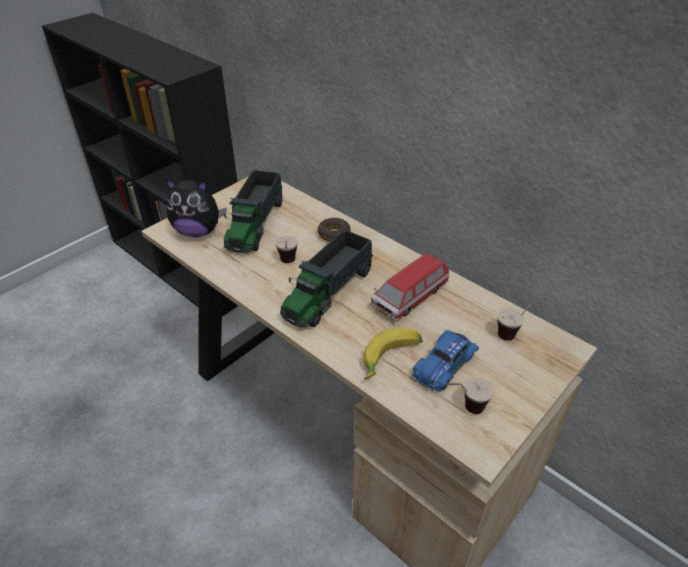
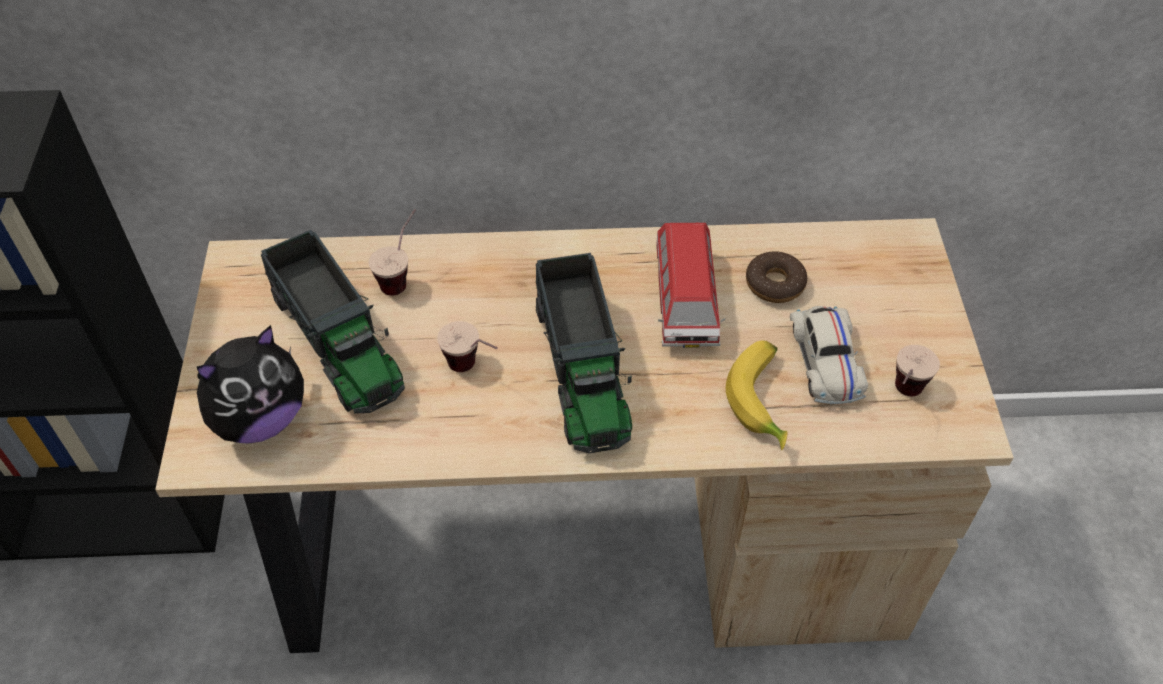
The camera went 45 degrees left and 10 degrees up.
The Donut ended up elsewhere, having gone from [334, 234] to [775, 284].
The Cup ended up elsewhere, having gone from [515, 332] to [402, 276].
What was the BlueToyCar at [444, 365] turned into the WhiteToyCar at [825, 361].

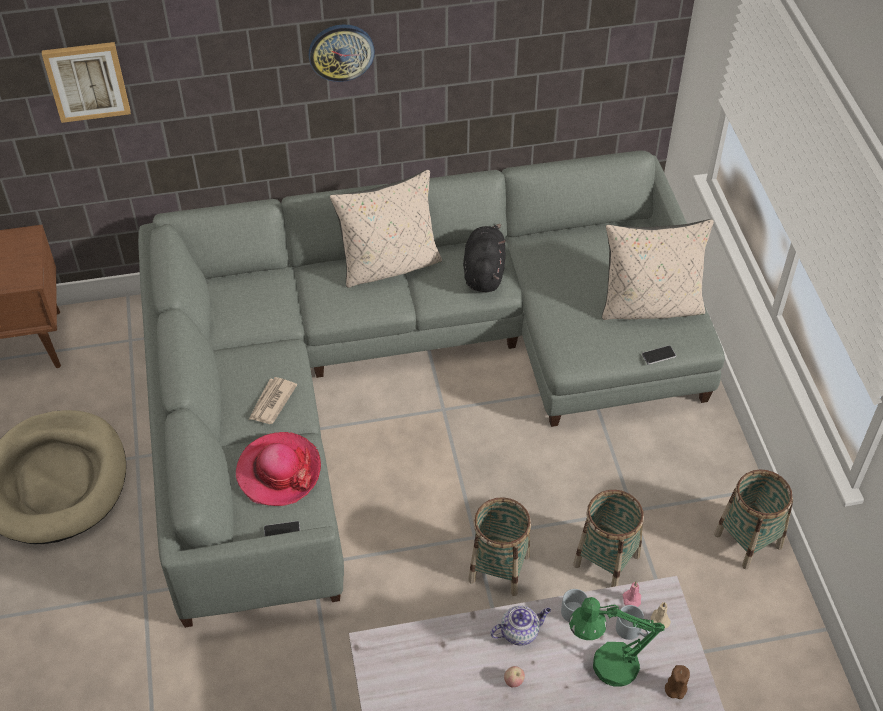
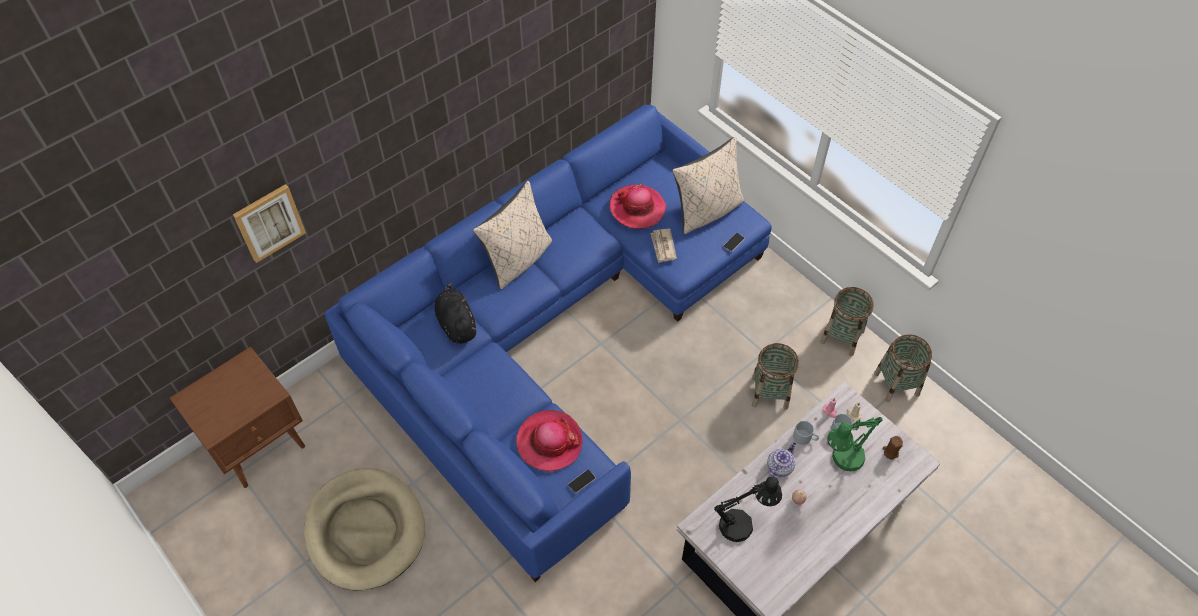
The camera went 30 degrees left and 5 degrees up.
The second view lost the WallClock at [341, 52].
What was the GreySofa at [401, 370] turned into the BlueSofa at [554, 330].
The BlackPlushToy ended up elsewhere, having gone from [484, 271] to [456, 324].
The Newspaper ended up elsewhere, having gone from [271, 402] to [663, 247].
The Basket ended up elsewhere, having gone from [499, 568] to [896, 384].
The second view gained the Hat at [637, 208].
The second view gained the BlackTableLamp at [743, 524].

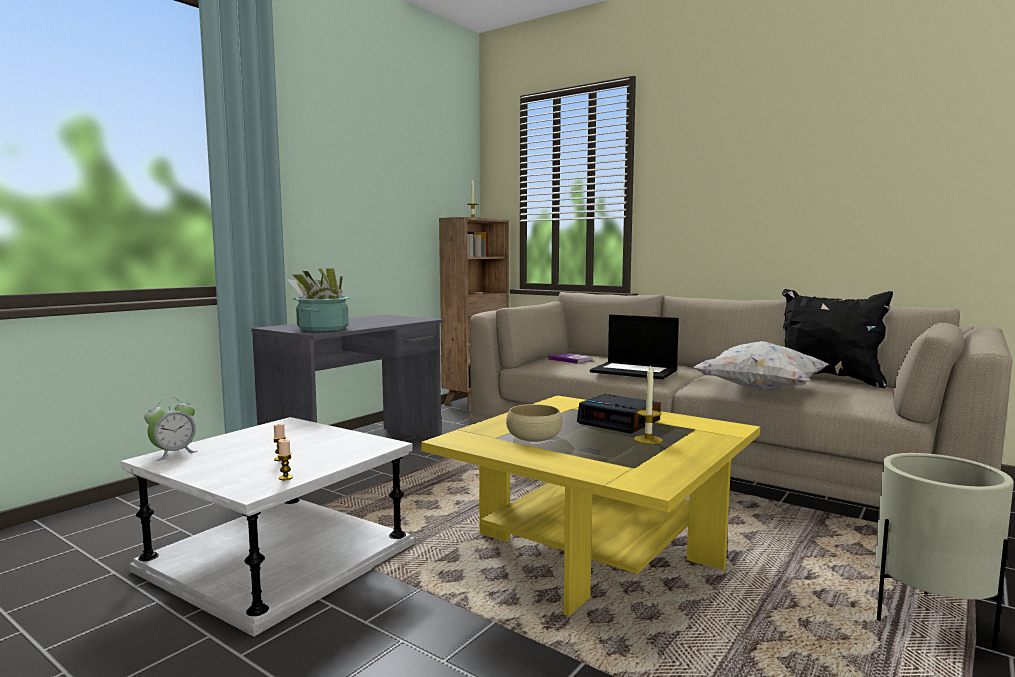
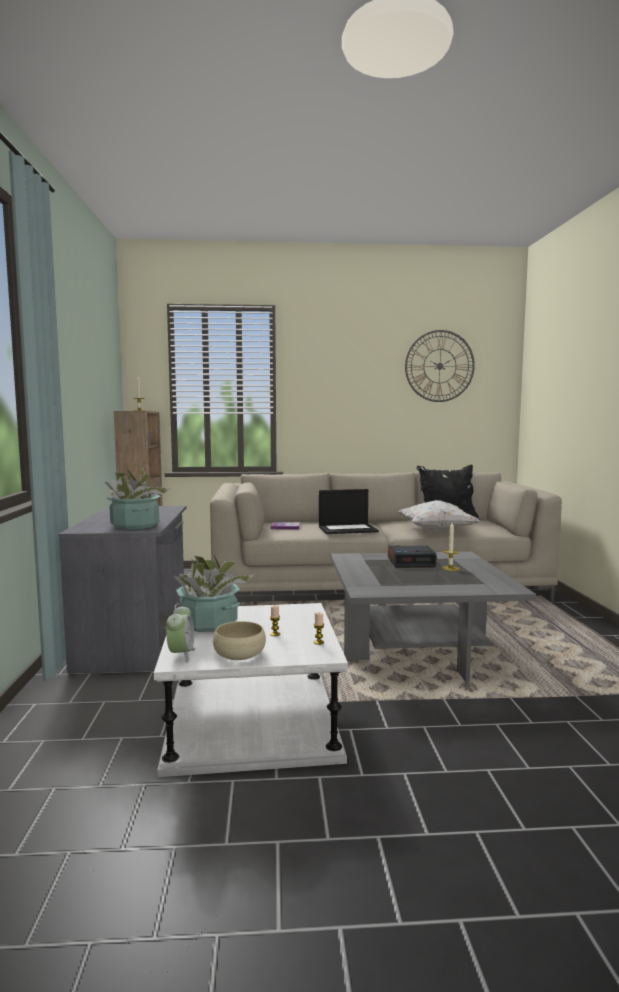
The camera went 40 degrees left and 0 degrees up.
What was the YellowCoffeeTable at [595, 551] turned into the GreyCoffeeTable at [418, 648].
The BeigeBowl ended up elsewhere, having gone from [533, 437] to [239, 654].
The second view lost the BeigePlanter at [931, 620].
The second view gained the WallClock at [439, 366].
The second view gained the PottedPlant at [208, 623].

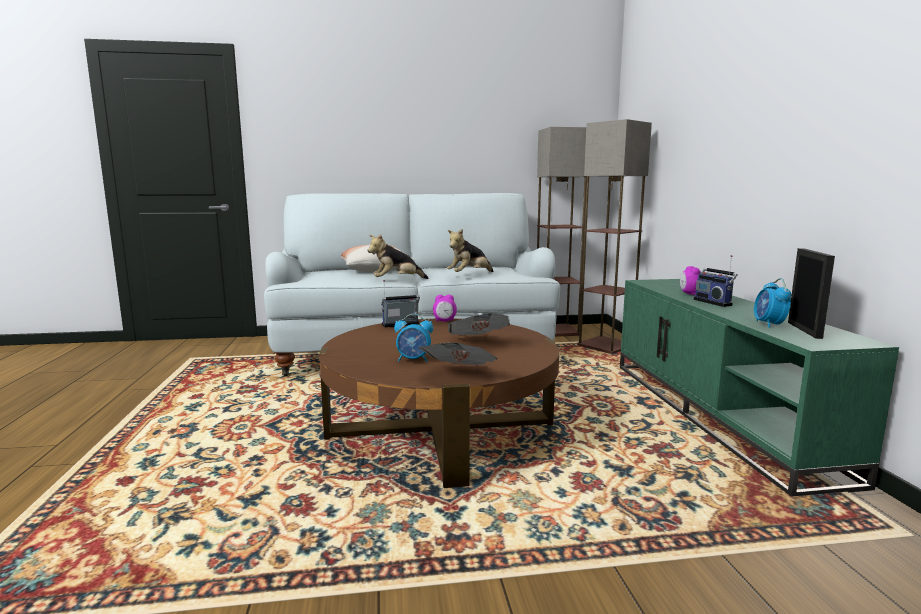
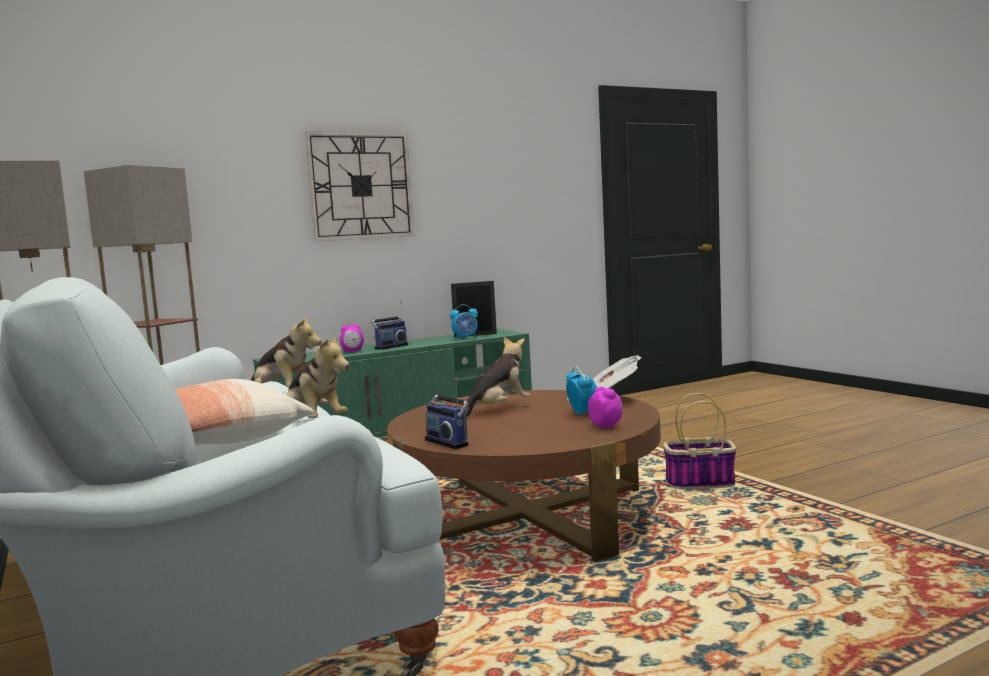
The camera went 110 degrees left and 5 degrees down.
The AlarmClock ended up elsewhere, having gone from [444, 321] to [606, 426].
Where the Newspaper stood at [478, 343], the PlushToy came to stand at [498, 409].
The second view gained the WallClock at [360, 186].
The second view gained the Basket at [699, 483].

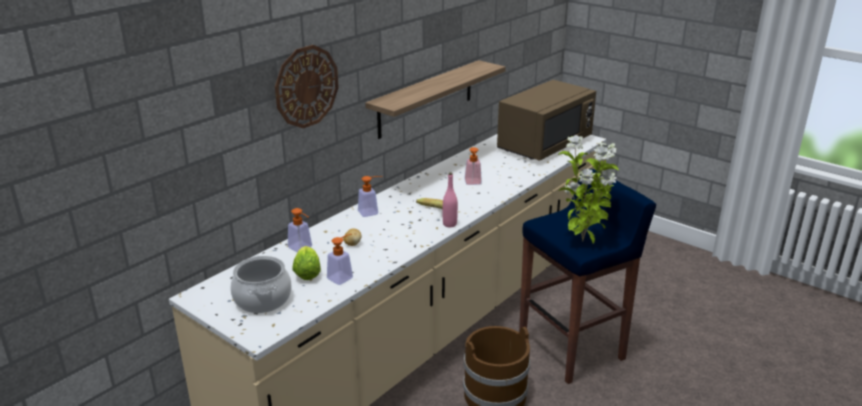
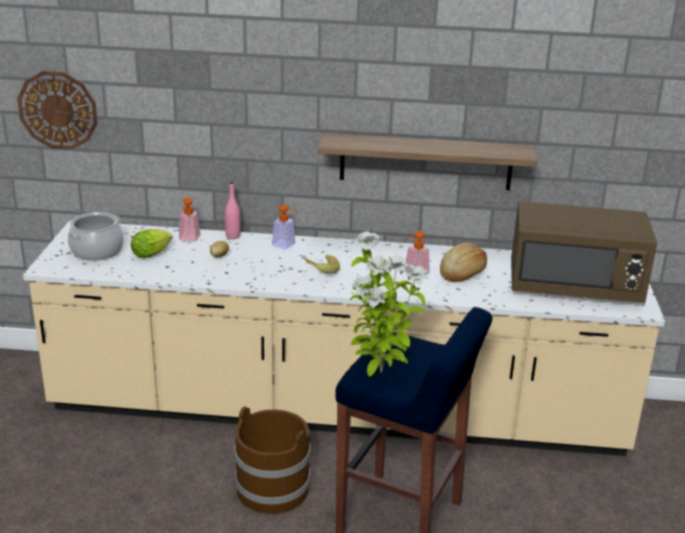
The camera went 55 degrees right and 0 degrees up.
The WallClock ended up elsewhere, having gone from [306, 86] to [58, 110].
The PinkBottle ended up elsewhere, having gone from [449, 224] to [233, 236].
The second view lost the SoapDispenser at [343, 277].
The second view gained the Bread at [462, 273].

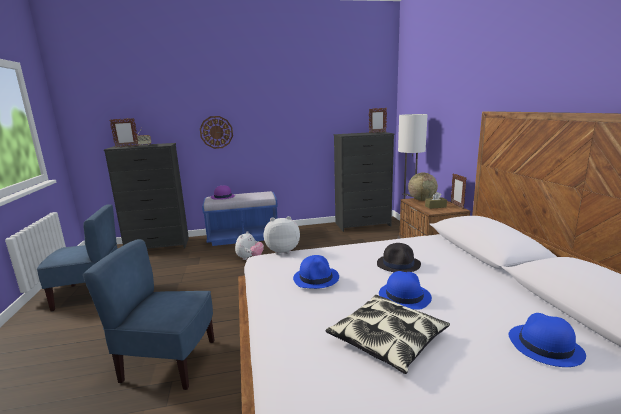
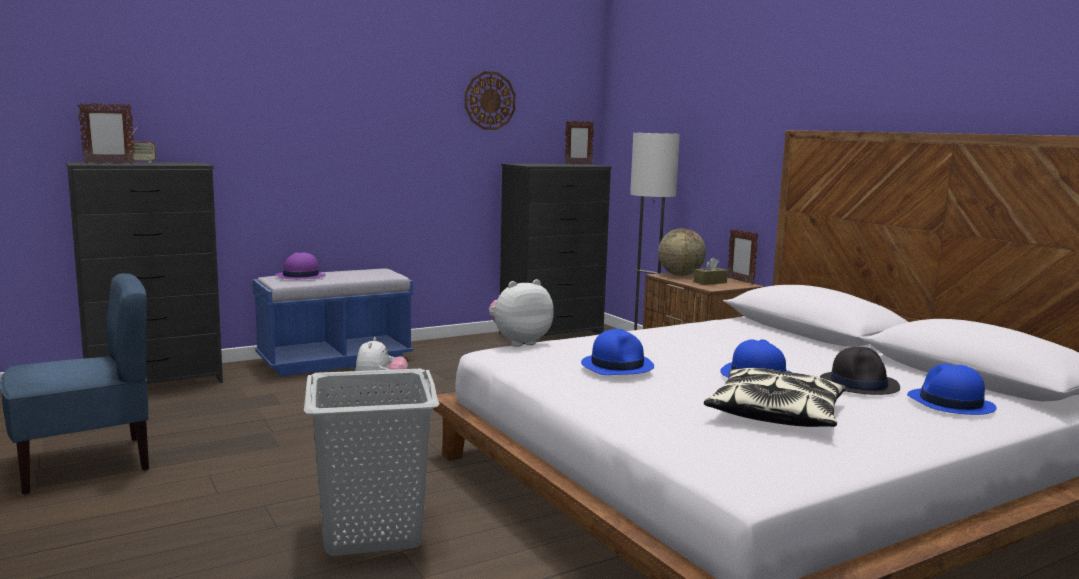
The camera went 20 degrees left and 5 degrees down.
The WallClock ended up elsewhere, having gone from [216, 132] to [489, 100].
Where the BlueChair stood at [168, 362], the GreyLaundryBasket came to stand at [371, 531].
The BlackHat ended up elsewhere, having gone from [398, 264] to [859, 384].

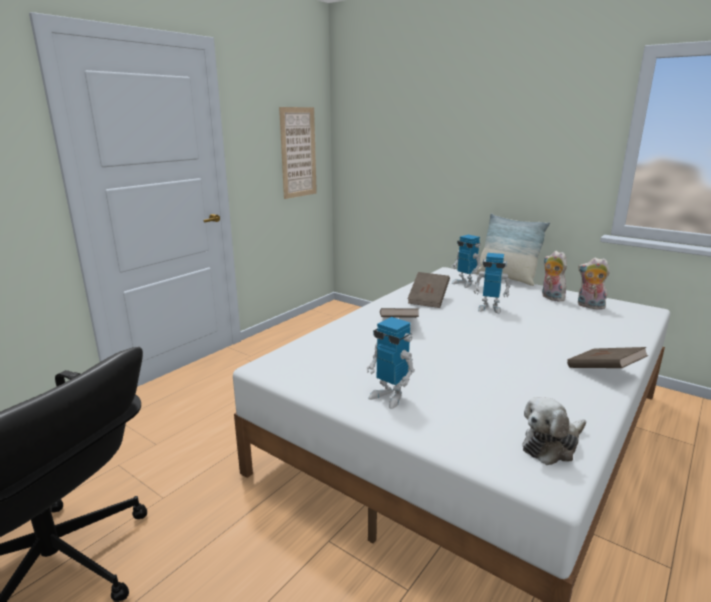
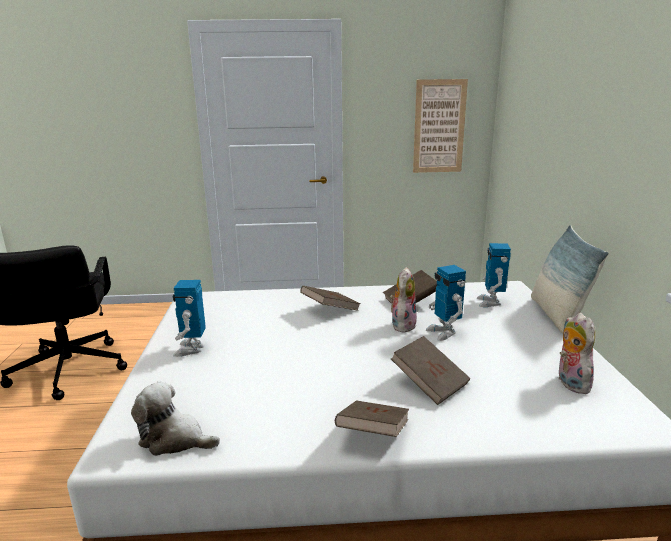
The camera went 50 degrees right and 0 degrees up.
The PlushToy ended up elsewhere, having gone from [550, 297] to [402, 324].
The second view gained the BrownBook at [429, 383].

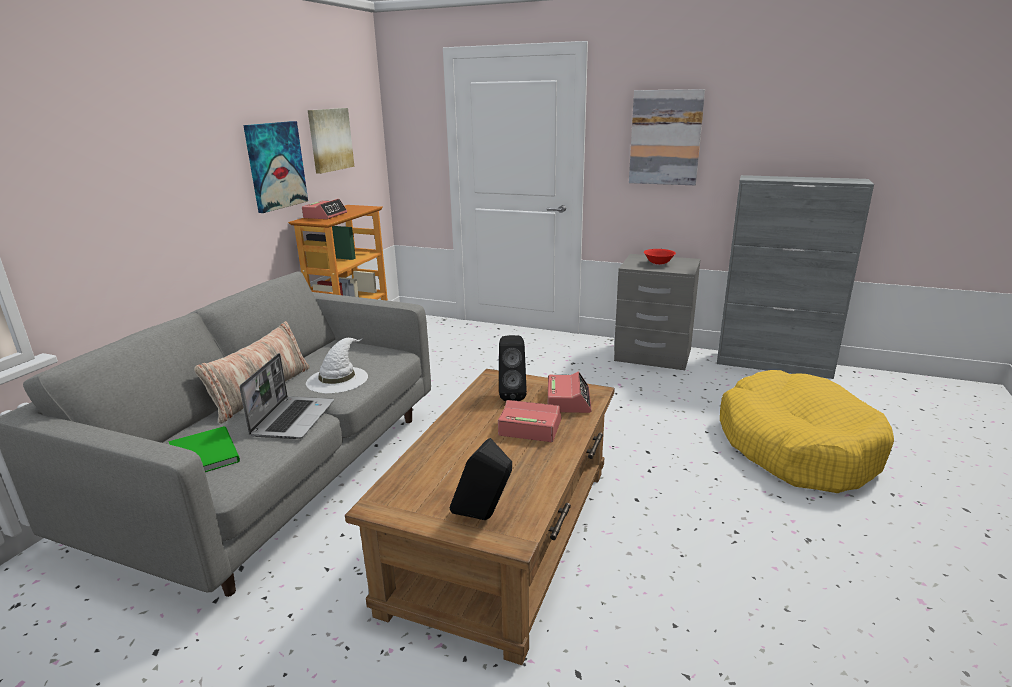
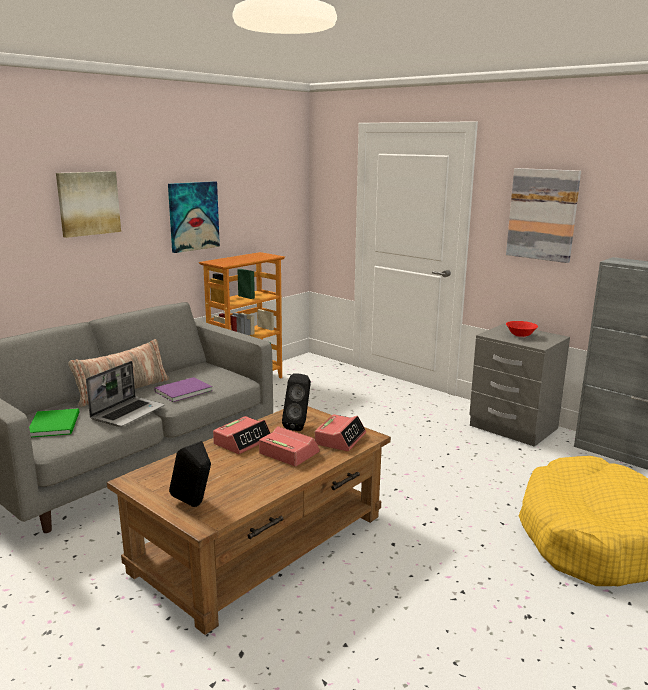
The camera went 20 degrees right and 5 degrees down.
The Picture ended up elsewhere, having gone from [330, 140] to [88, 203].
The AlarmClock ended up elsewhere, having gone from [325, 215] to [242, 441].
Where the WhiteHat stood at [337, 379], the PurpleBook came to stand at [181, 391].

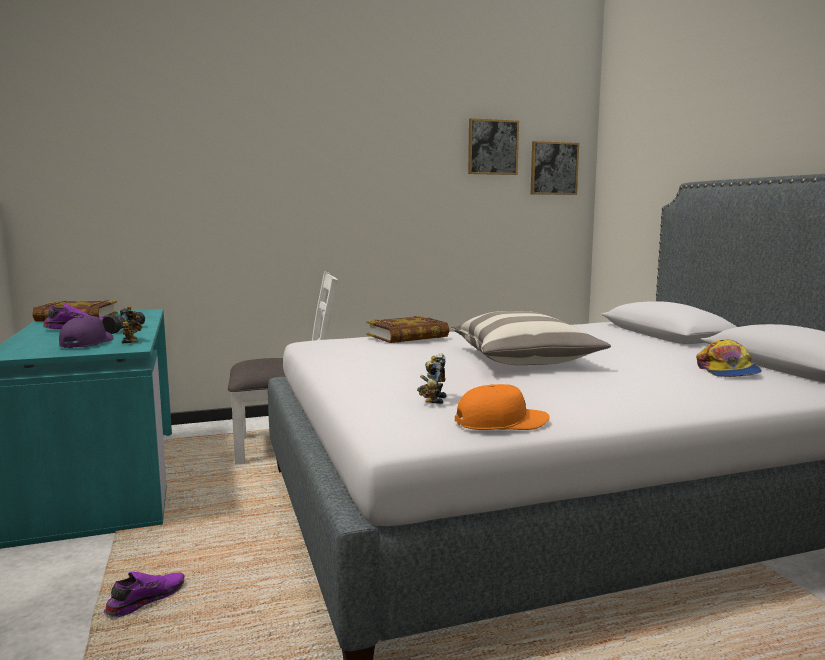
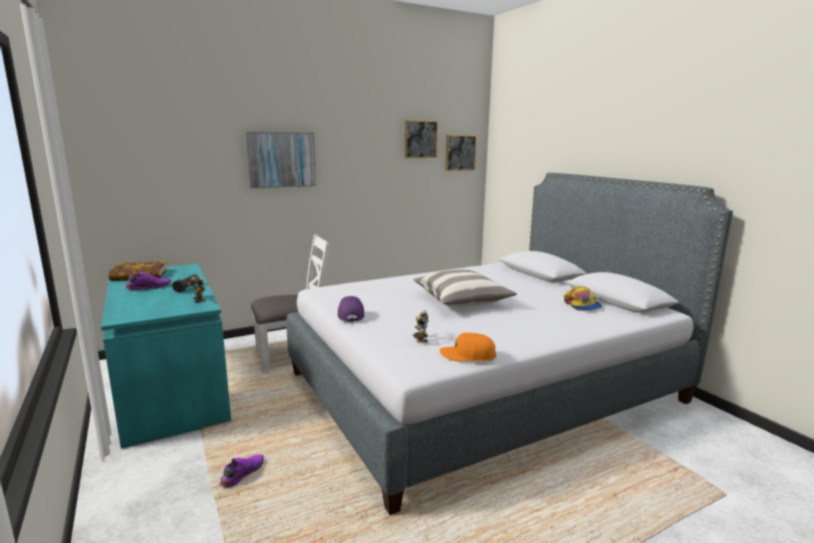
The camera went 10 degrees left and 5 degrees up.
The PurpleCap ended up elsewhere, having gone from [87, 343] to [350, 315].
The second view lost the Book at [408, 336].
The OrangeCap at [501, 423] ended up facing another way, 150 degrees counterclockwise from before.
The second view gained the Picture at [281, 159].

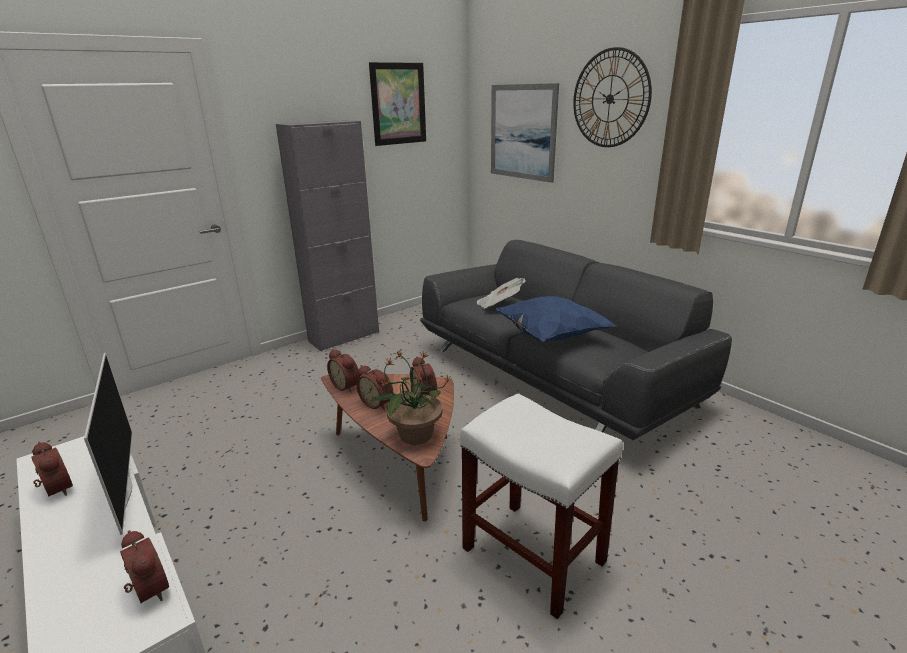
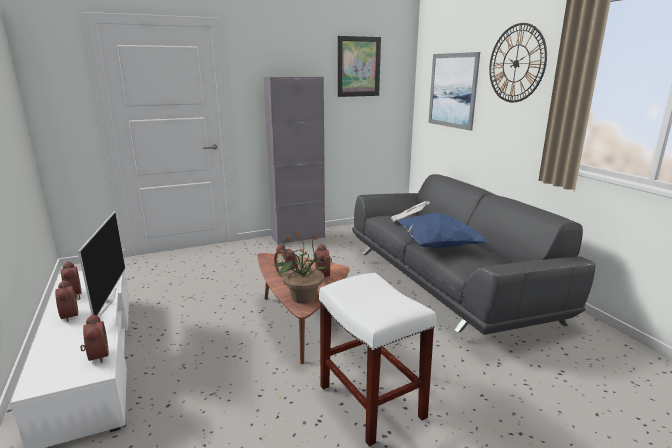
The camera went 15 degrees right and 5 degrees down.
The AlarmClock ended up elsewhere, having gone from [347, 385] to [72, 315].

